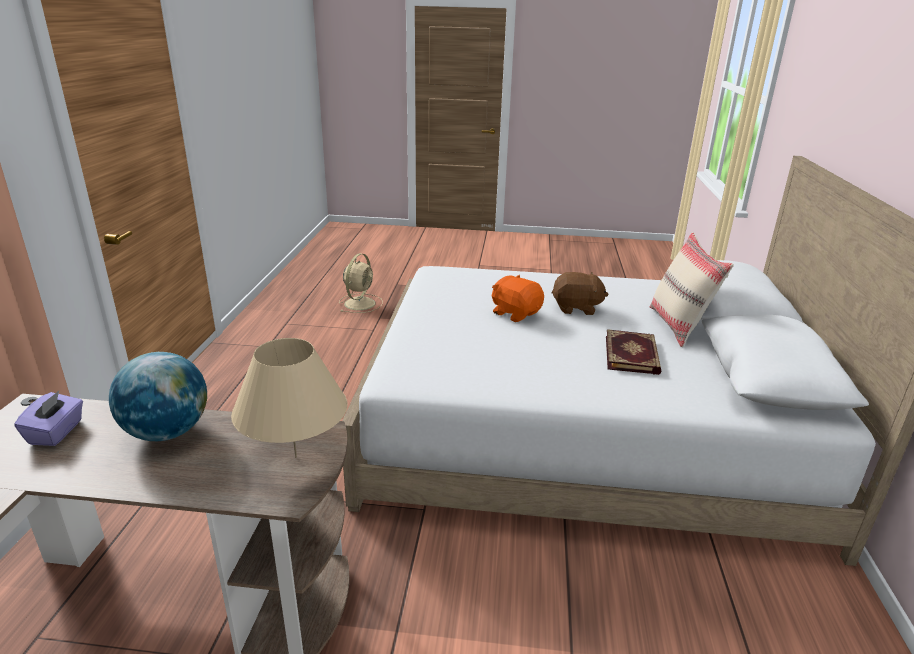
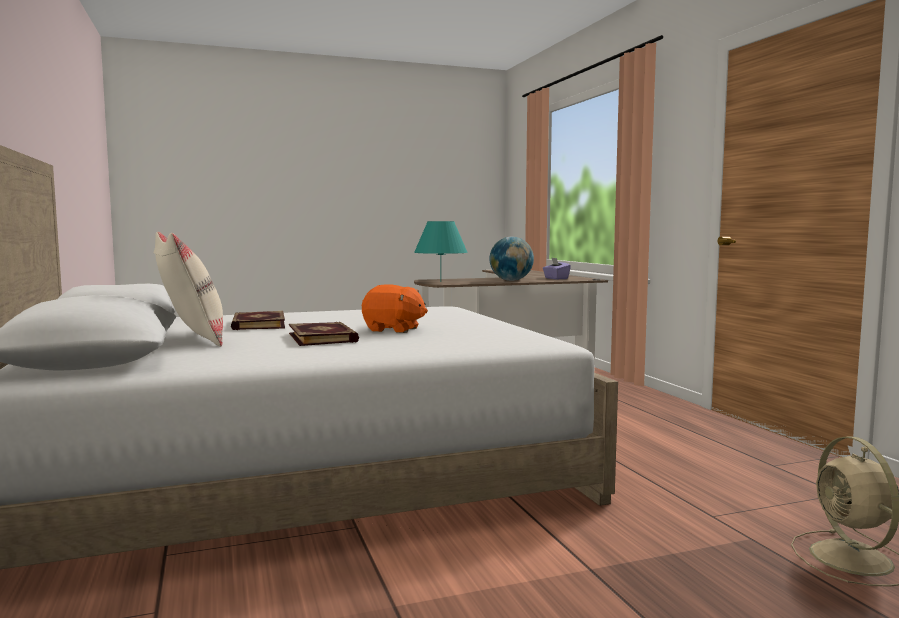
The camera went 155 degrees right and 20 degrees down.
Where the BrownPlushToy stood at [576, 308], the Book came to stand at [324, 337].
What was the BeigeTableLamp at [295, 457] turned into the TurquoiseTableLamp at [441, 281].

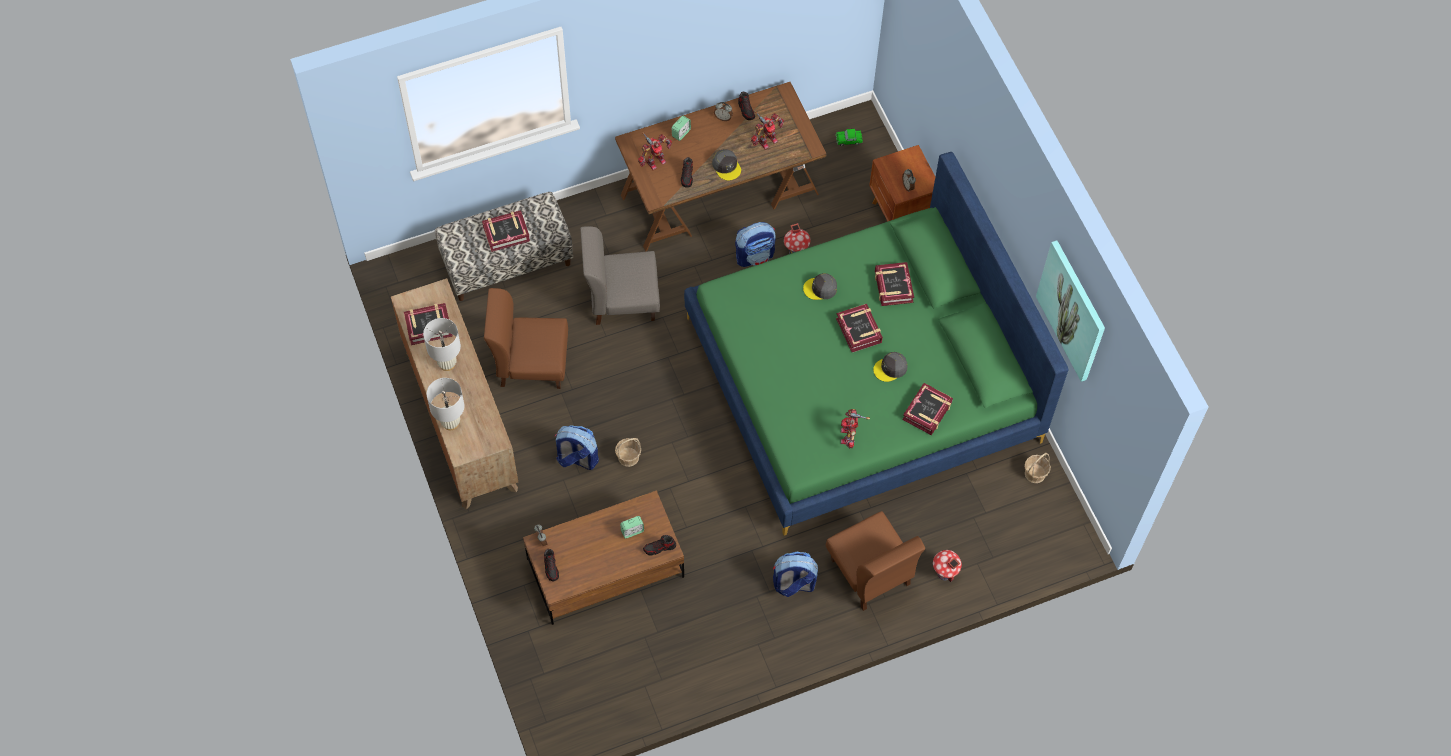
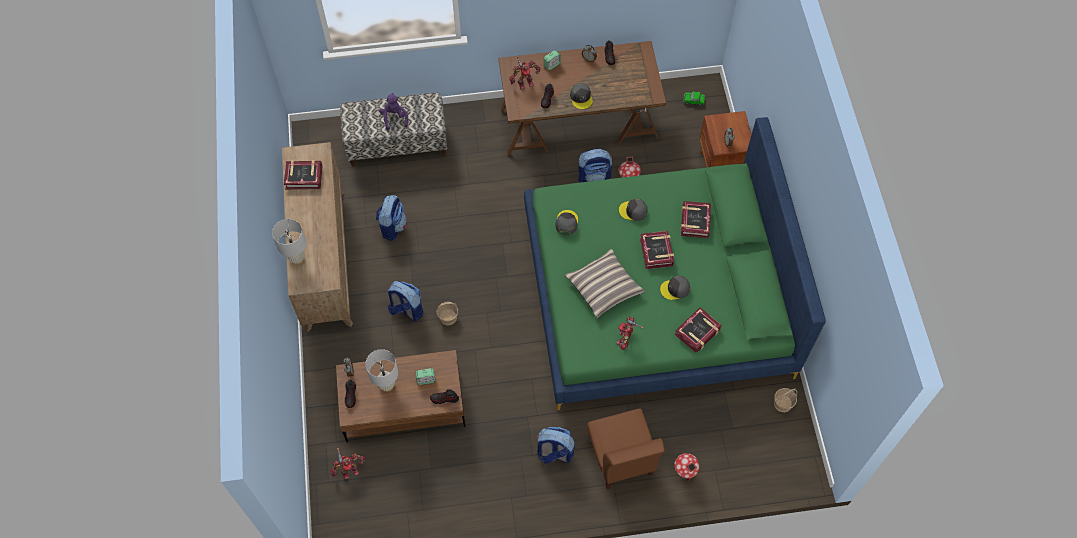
The camera went 15 degrees right and 0 degrees up.
The ToyRobot ended up elsewhere, having gone from [766, 140] to [349, 470].
Where the Book stood at [506, 233], the PurplePlushToy came to stand at [394, 118].
The second view lost the GreyChair at [622, 299].
The second view lost the Picture at [1072, 310].
Where the BrownChair stood at [531, 363], the Backpack came to stand at [392, 226].
The WhiteTableLamp ended up elsewhere, having gone from [447, 363] to [387, 385].
The second view gained the GreyCap at [566, 223].
The second view gained the Pillow at [604, 287].

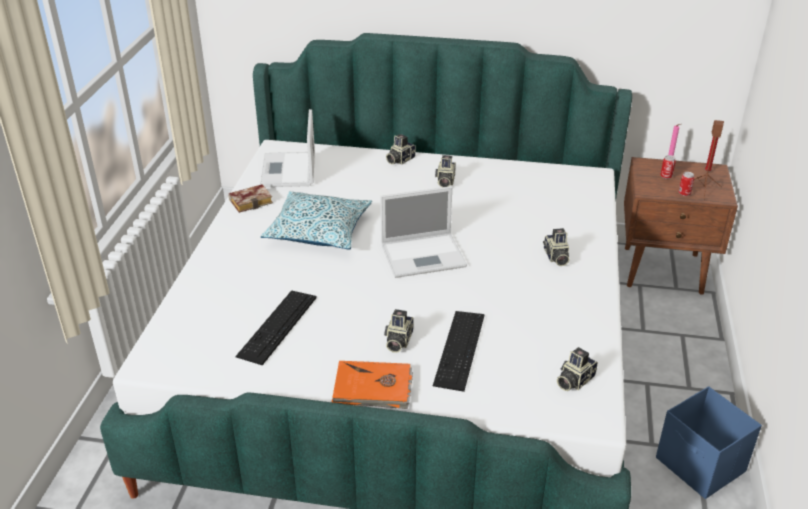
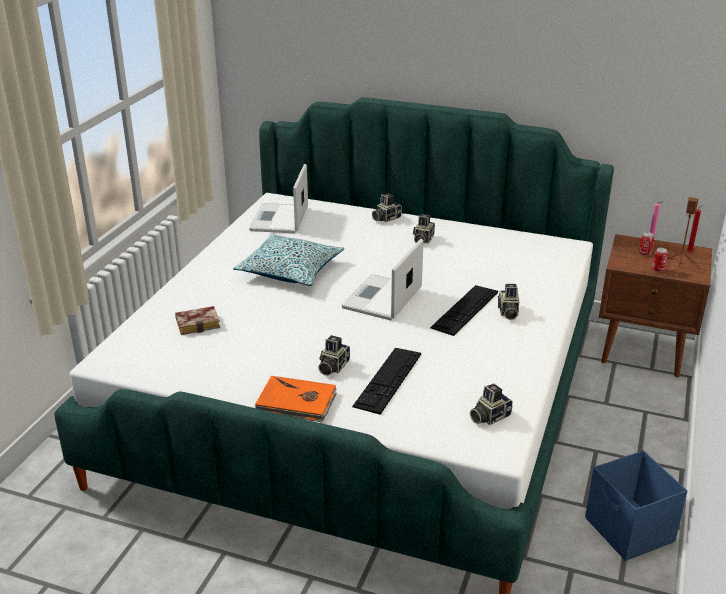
The camera went 10 degrees right and 5 degrees down.
The Book ended up elsewhere, having gone from [252, 201] to [199, 323].
The Laptop at [424, 255] ended up facing another way, 120 degrees clockwise from before.
The Keyboard ended up elsewhere, having gone from [277, 326] to [465, 309].

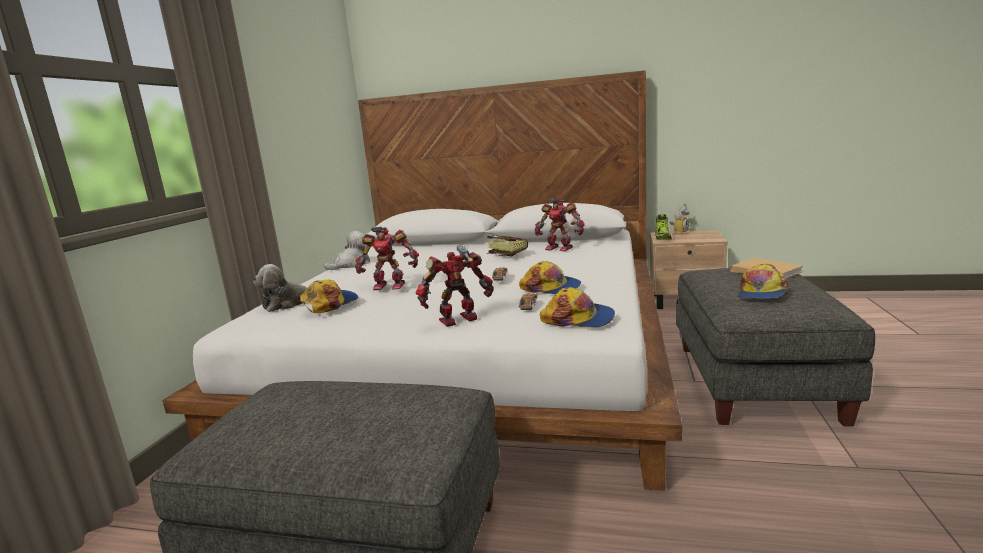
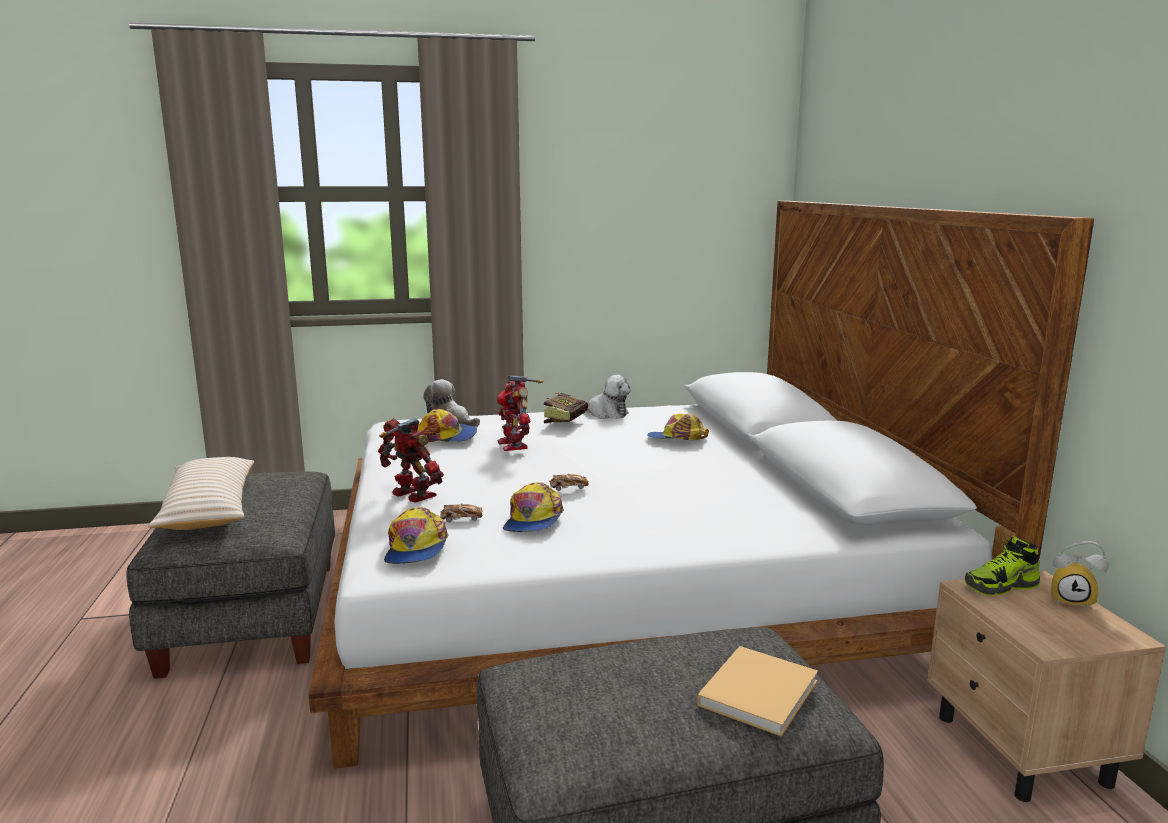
The camera went 65 degrees right and 0 degrees up.
The second view lost the ToyRobot at [559, 248].
The Book ended up elsewhere, having gone from [505, 255] to [567, 422].
The Cap ended up elsewhere, having gone from [761, 293] to [677, 439].
The second view gained the BeigePillow at [209, 509].

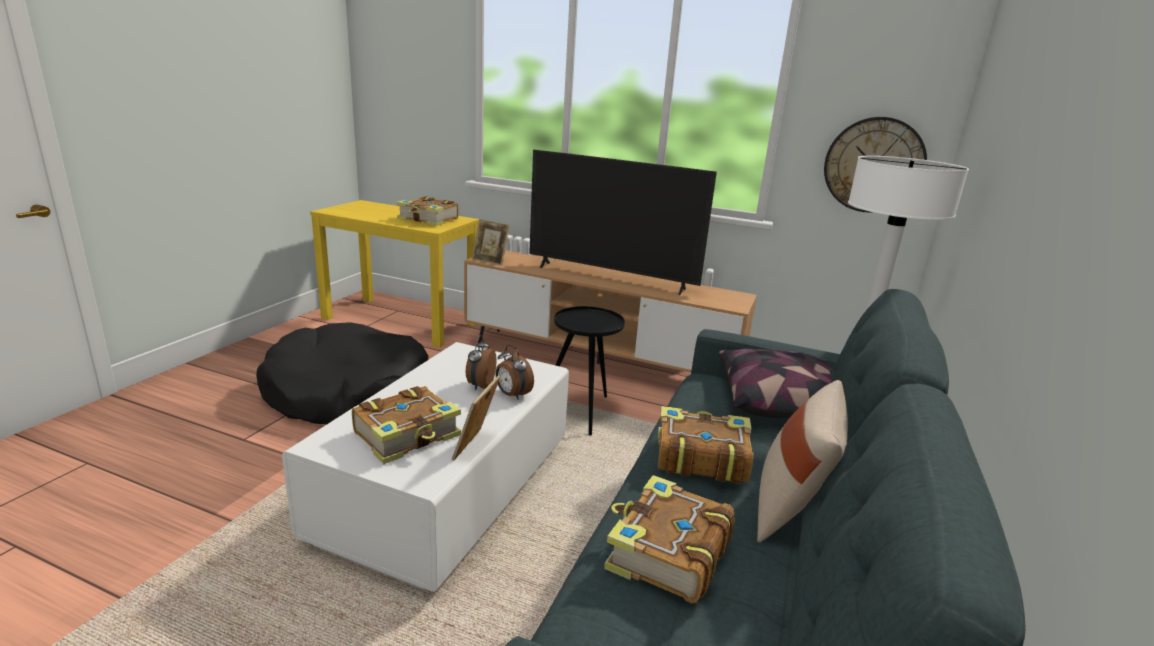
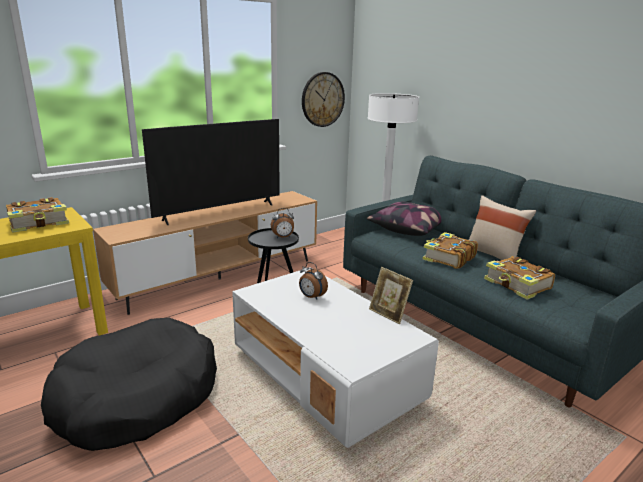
The camera went 60 degrees left and 0 degrees up.
The second view lost the PictureFrame at [490, 261].
The AlarmClock ended up elsewhere, having gone from [512, 395] to [283, 237].
The second view lost the Book at [408, 435].

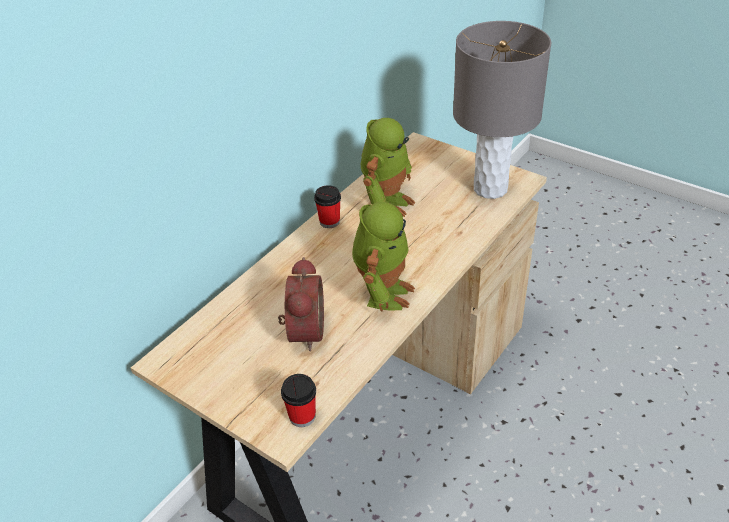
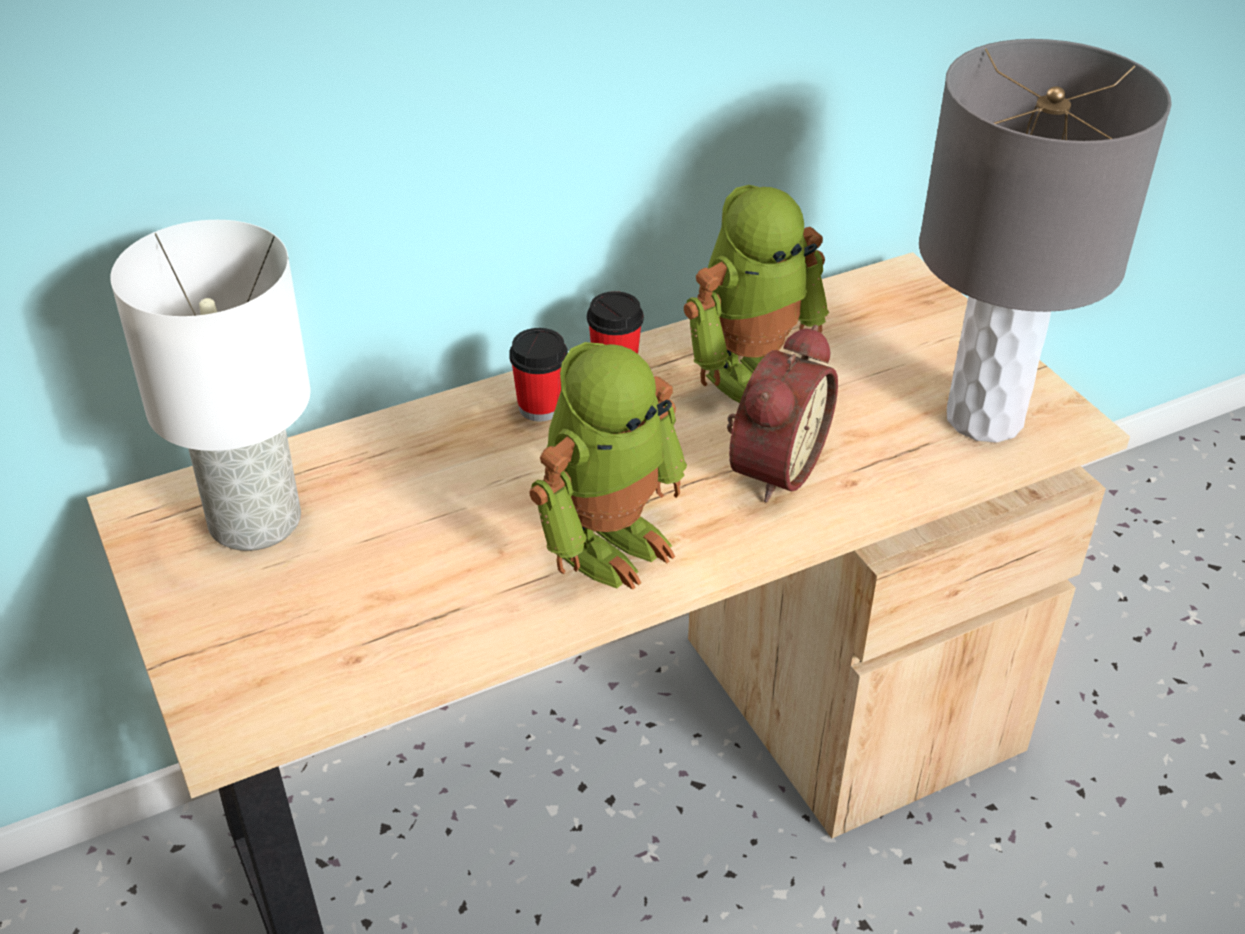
The camera went 25 degrees right and 0 degrees up.
The AlarmClock ended up elsewhere, having gone from [303, 331] to [771, 466].
The Cup ended up elsewhere, having gone from [302, 416] to [540, 407].
The second view gained the WhiteTableLamp at [254, 522].

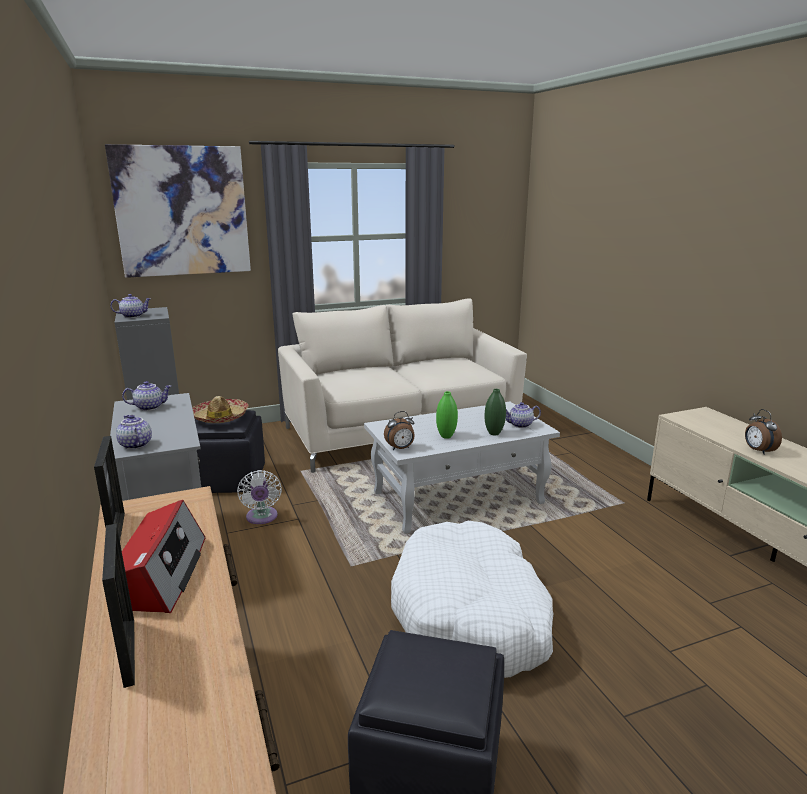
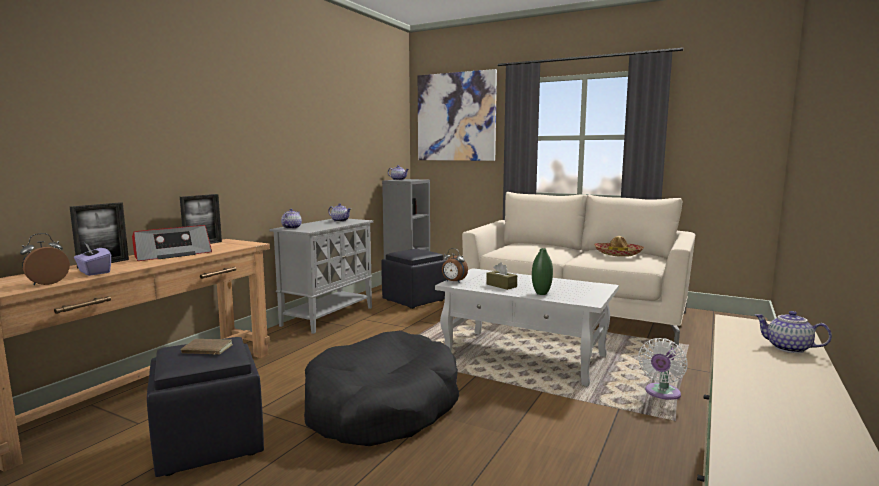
The camera went 50 degrees right and 10 degrees down.
Where the GreenVase stood at [446, 436], the BrownTissueBox came to stand at [501, 285].
The Hat ended up elsewhere, having gone from [220, 417] to [618, 254].
The Teapot ended up elsewhere, having gone from [520, 425] to [788, 348].
The AlarmClock ended up elsewhere, having gone from [758, 451] to [46, 283].
The WhiteFan ended up elsewhere, having gone from [262, 518] to [661, 394].
What was the WhiteDogBed at [471, 616] turned into the BlackDogBed at [382, 407].
The second view gained the PurpleTissueBox at [94, 272].
The second view gained the BrownBook at [206, 350].

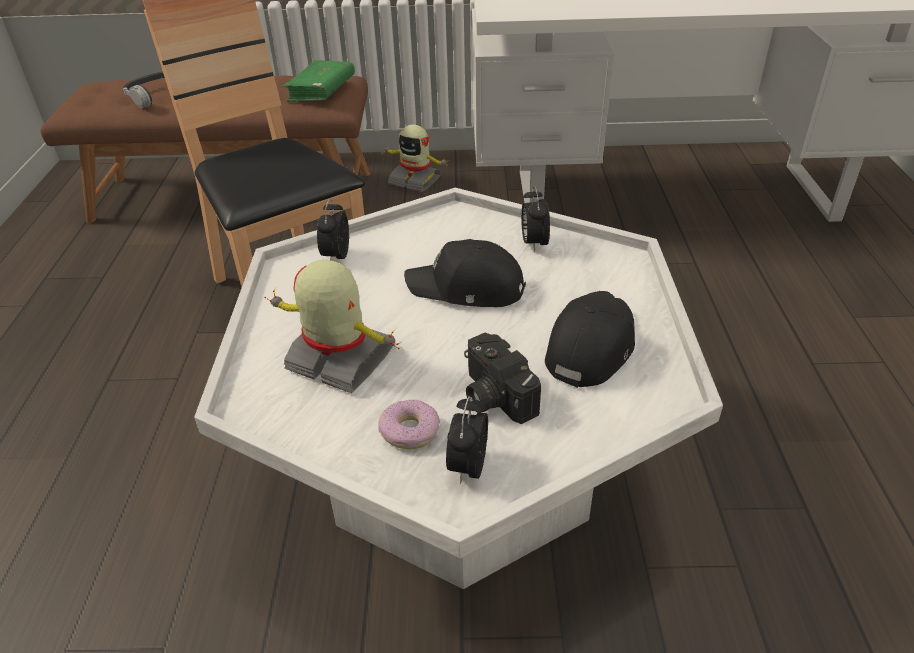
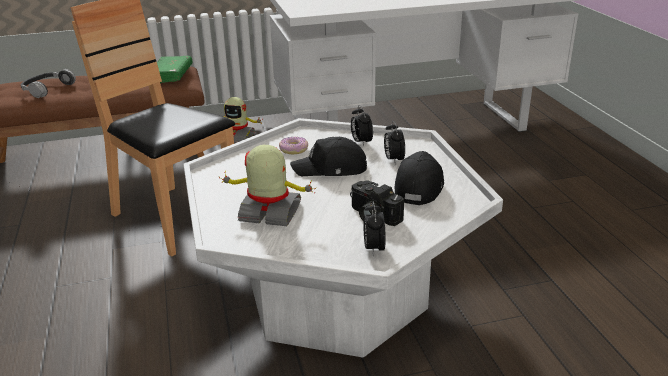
The camera went 15 degrees left and 10 degrees down.
The AlarmClock ended up elsewhere, having gone from [336, 256] to [393, 160].
The Donut ended up elsewhere, having gone from [410, 431] to [293, 149].

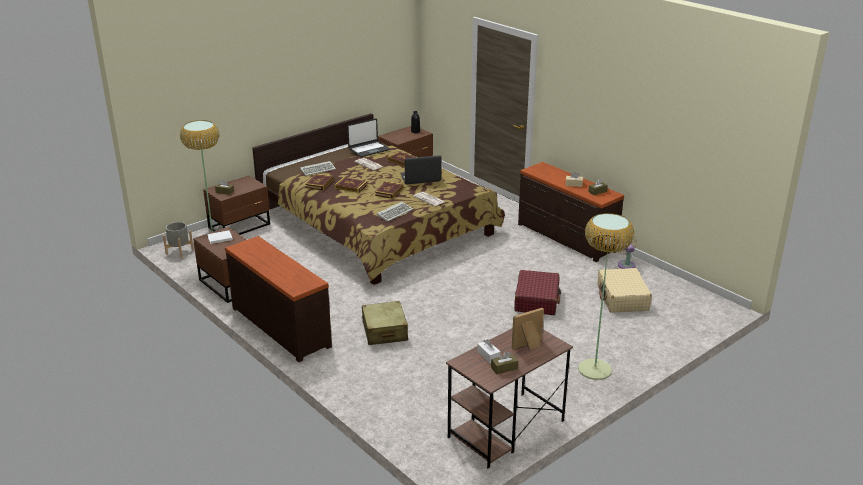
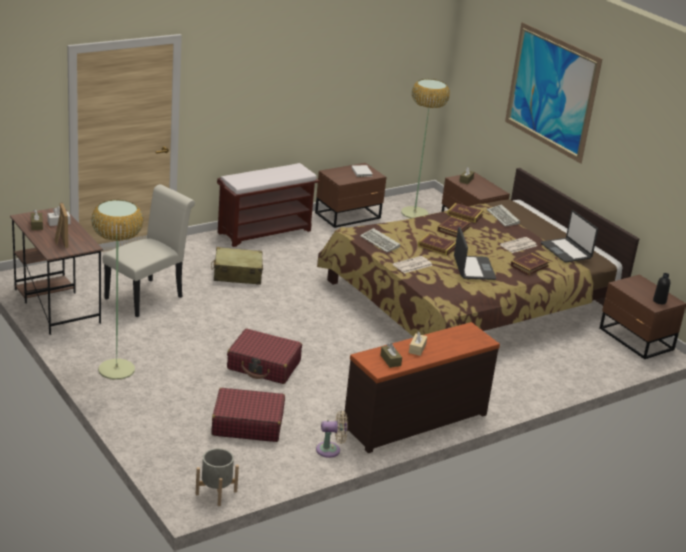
The camera went 95 degrees right and 0 degrees up.
The GreyPlanter ended up elsewhere, having gone from [179, 251] to [216, 493].
Where the BrownDresser stood at [282, 326], the BrownBench came to stand at [265, 231].
What was the BeigeSuitcase at [622, 298] turned into the RedSuitcase at [247, 424].
The second view gained the Picture at [551, 91].
The second view gained the WhiteChair at [148, 296].

